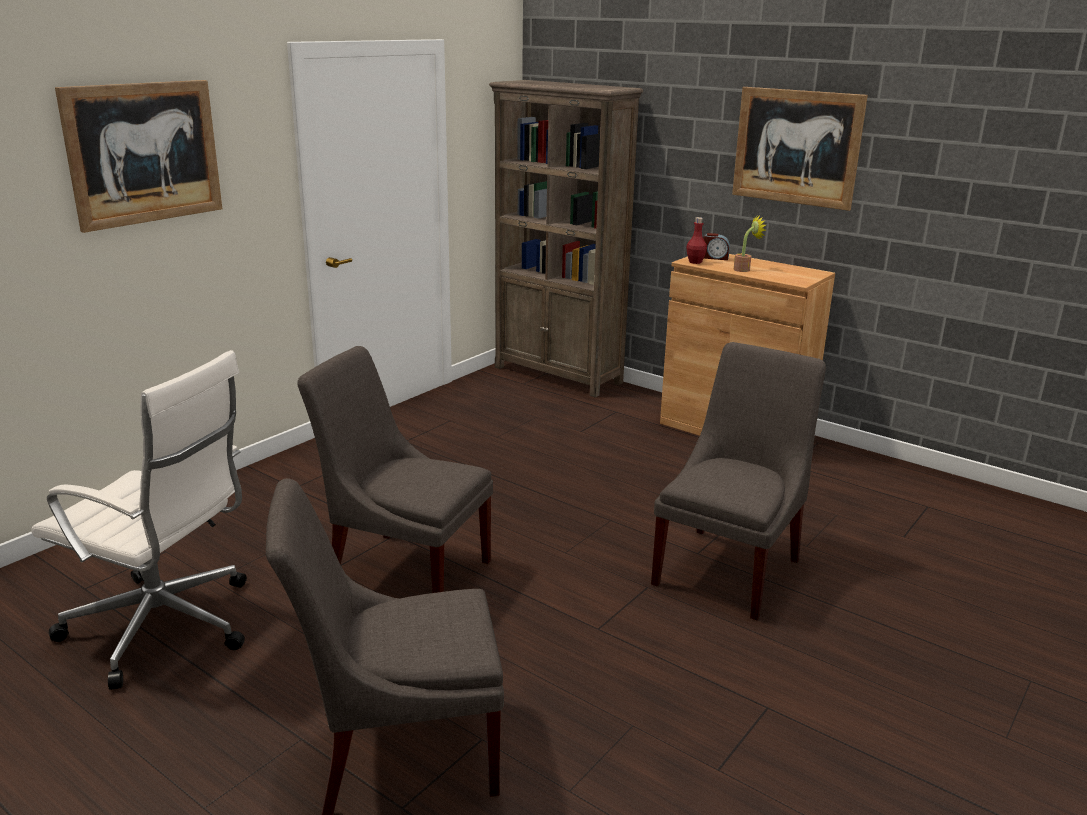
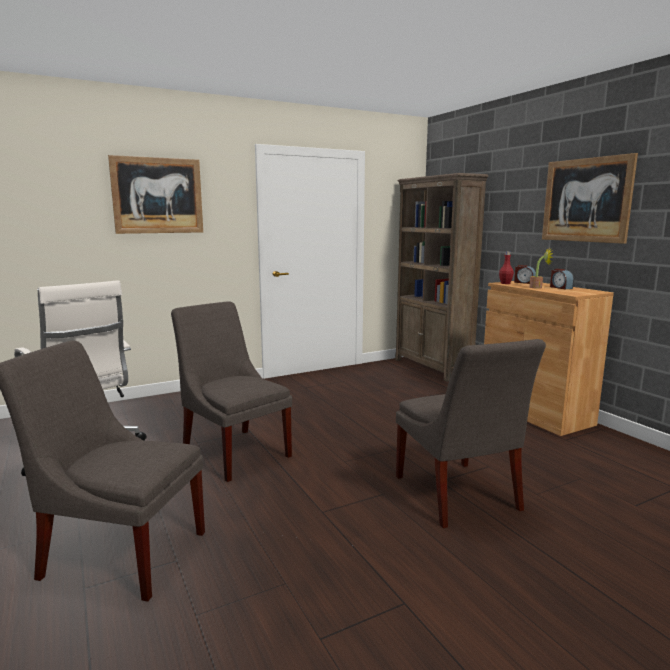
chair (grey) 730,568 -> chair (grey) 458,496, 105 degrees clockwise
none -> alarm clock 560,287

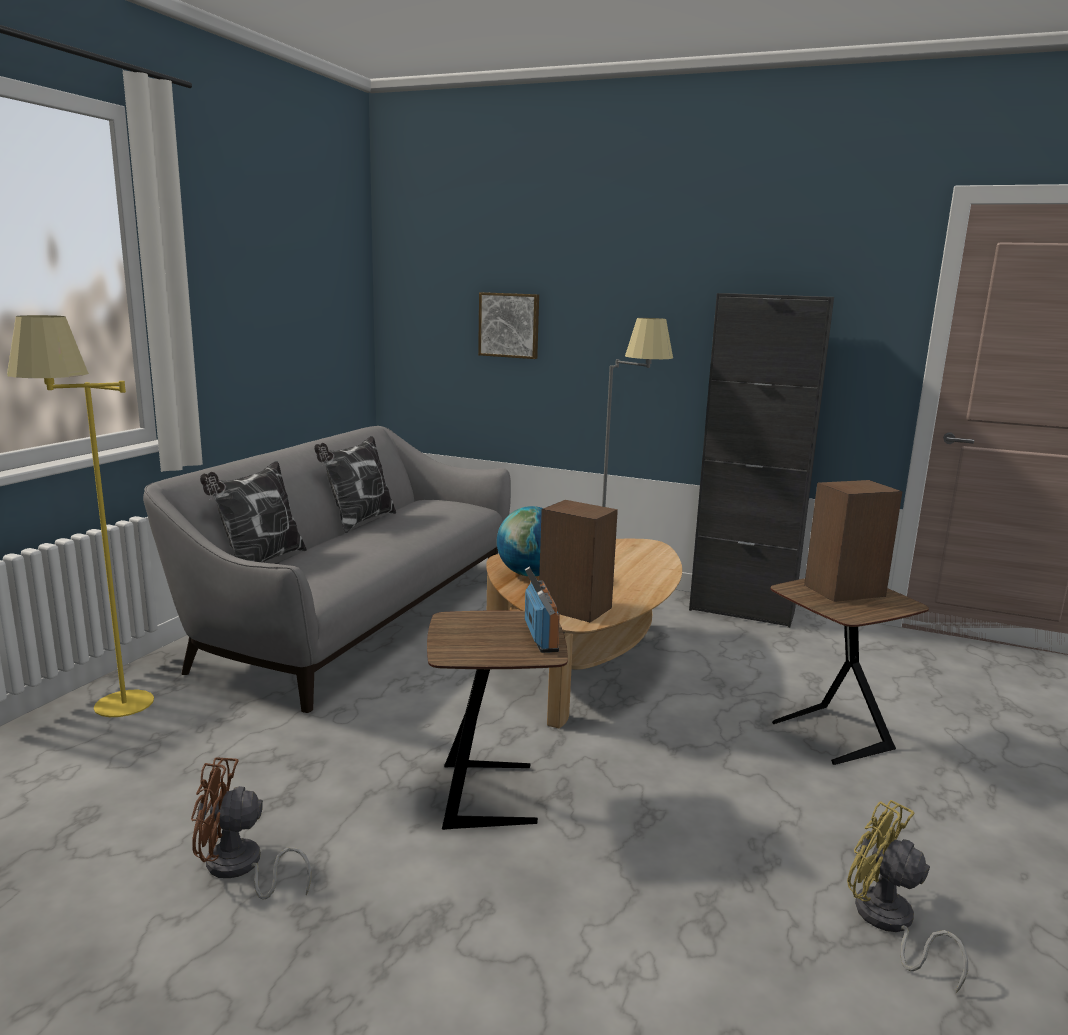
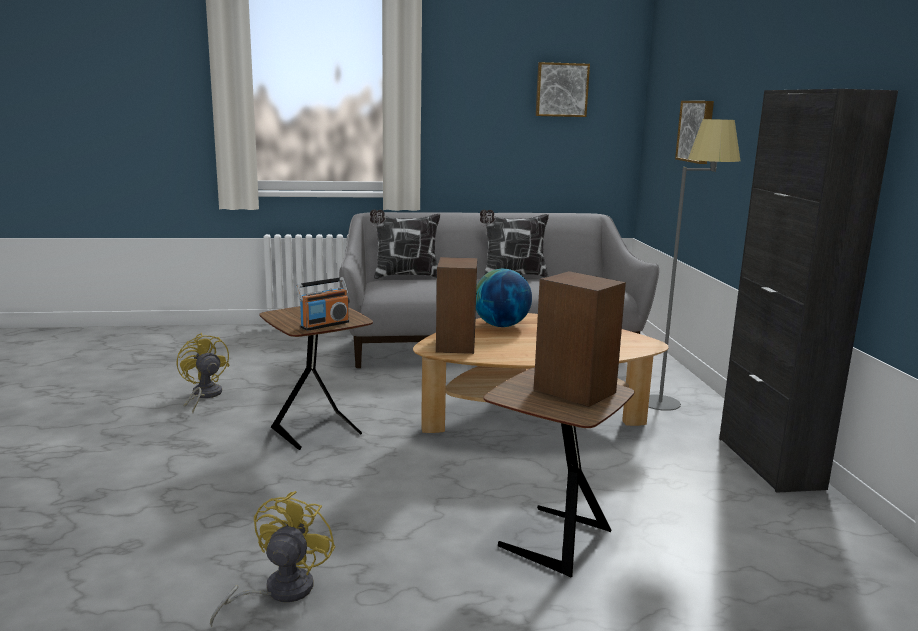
fan (brown) 239,868 -> fan (yellow) 204,396
none -> picture 561,90
floor lamp (yellow) 110,716 -> none

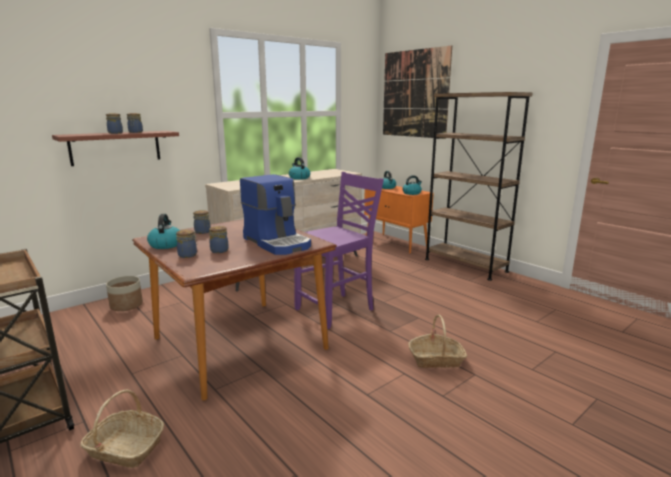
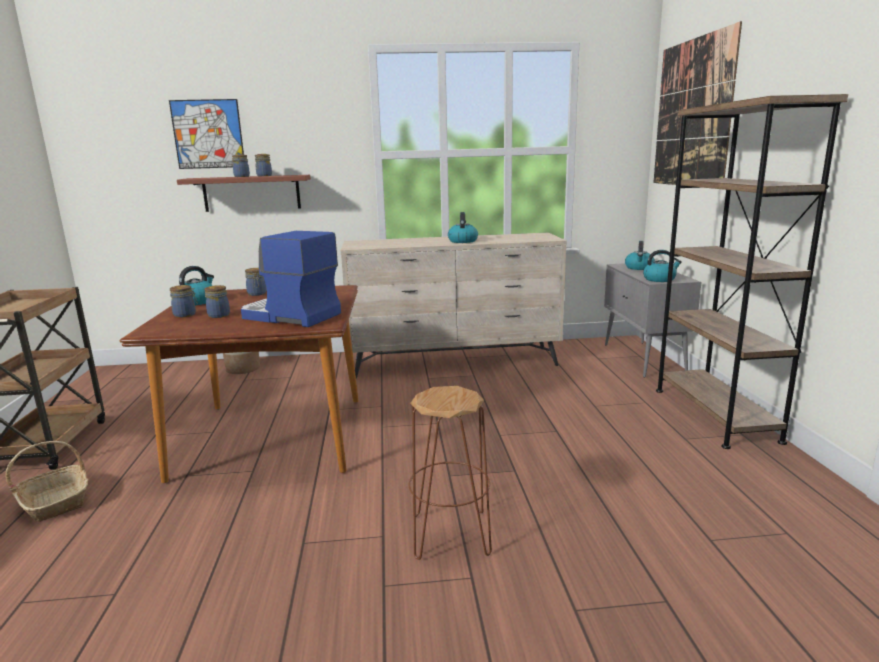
none -> picture 208,134
coffee machine 278,242 -> coffee machine 289,316, 120 degrees clockwise
basket 436,359 -> stool (brown) 450,535
cabinet (orange) 396,243 -> cabinet (grey) 643,359
chair (purple) 336,310 -> none

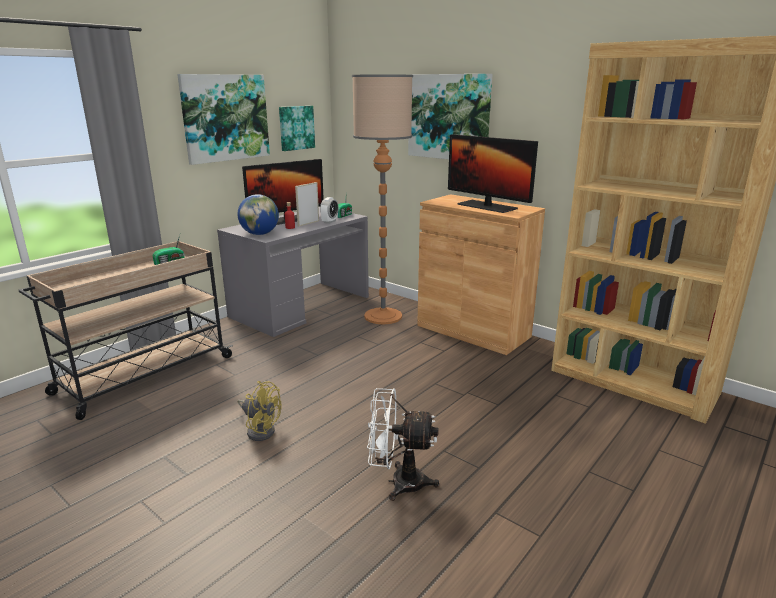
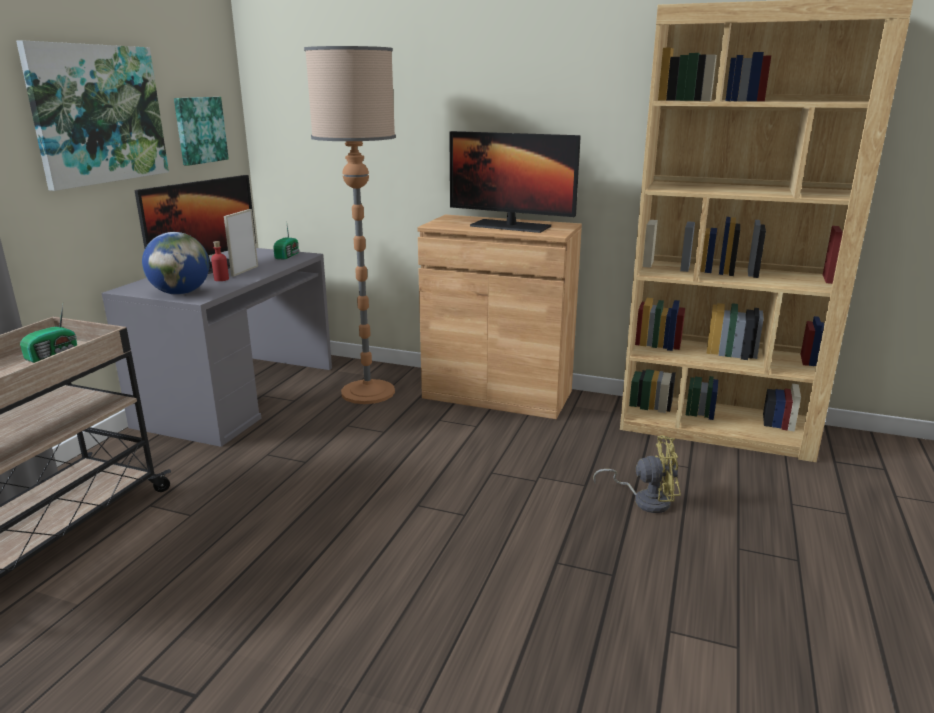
fan (yellow) 260,429 -> fan (yellow) 645,500, relocated
alarm clock 329,221 -> none
fan (white) 398,482 -> none
picture 449,117 -> none

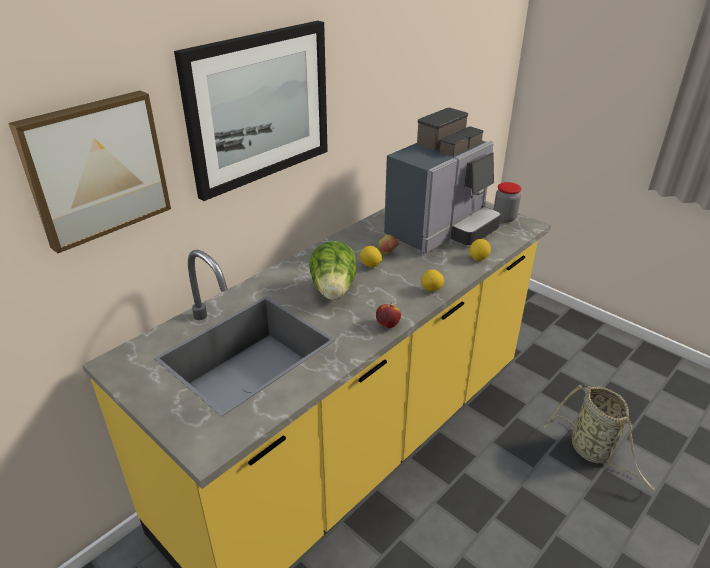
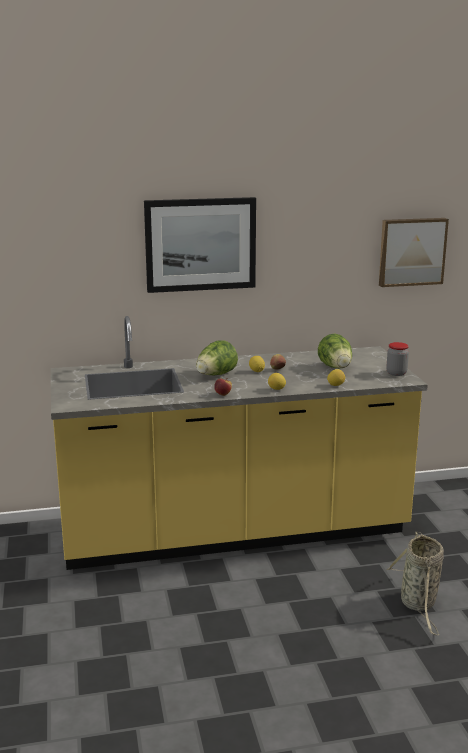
coffee machine 442,230 -> lettuce 336,368
picture 95,168 -> picture 411,251, relocated

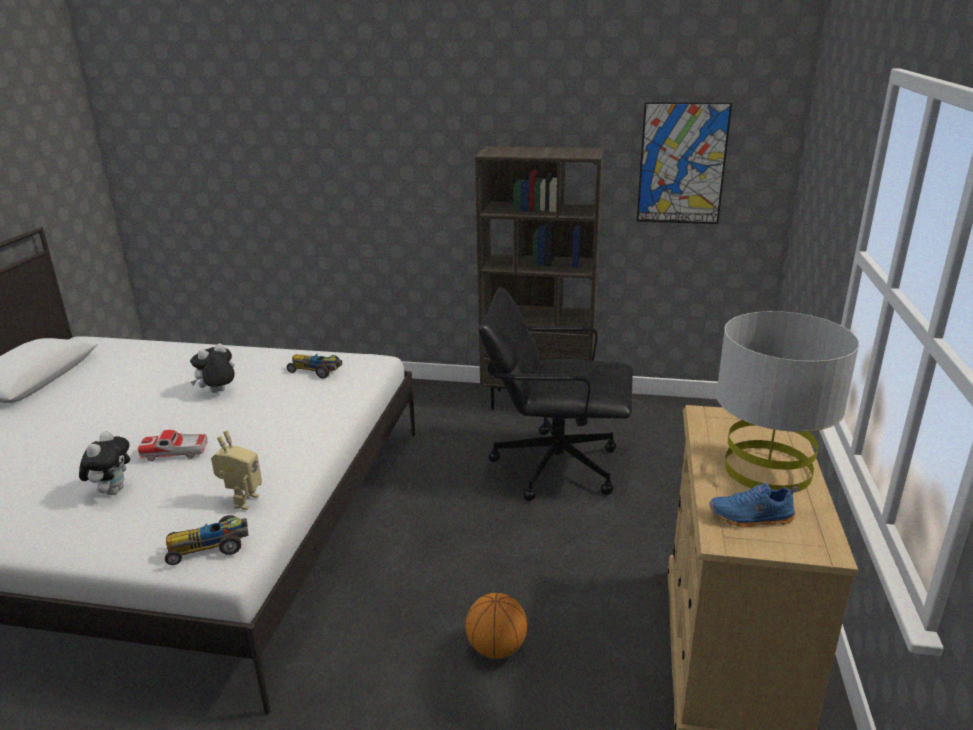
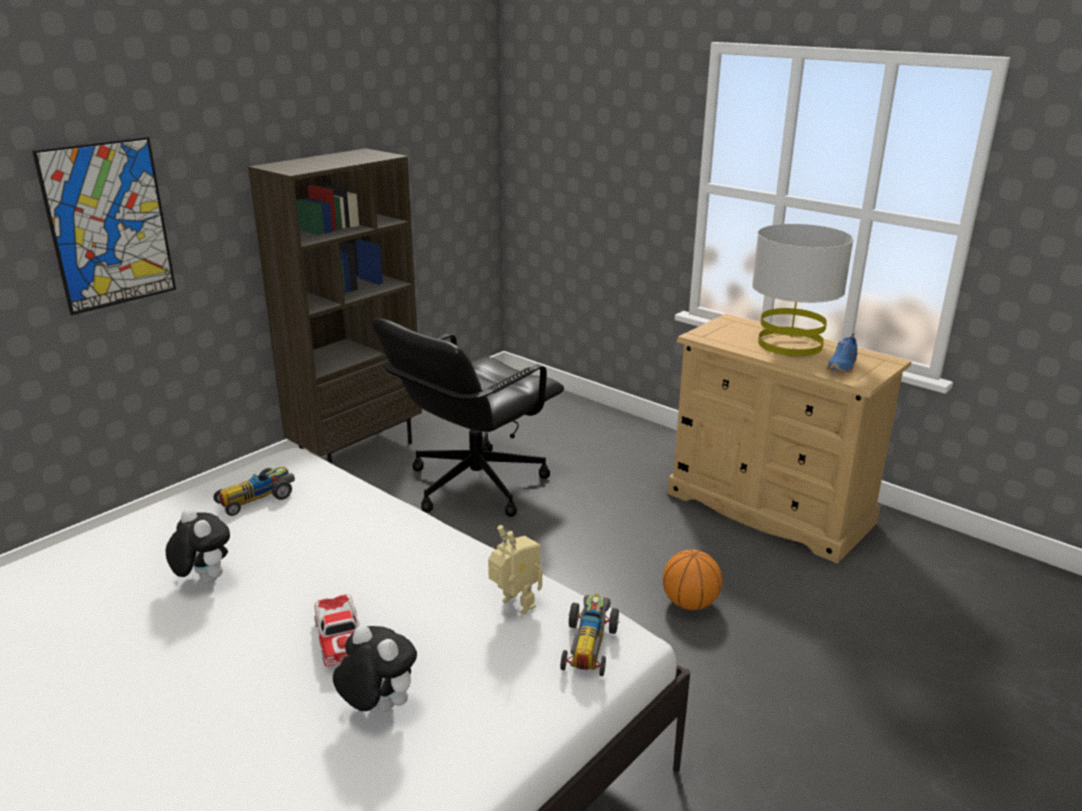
picture 682,164 -> picture 109,225, relocated
plush toy 218,392 -> plush toy 203,580, 150 degrees clockwise
toy car 175,452 -> toy car 340,638, 45 degrees counterclockwise

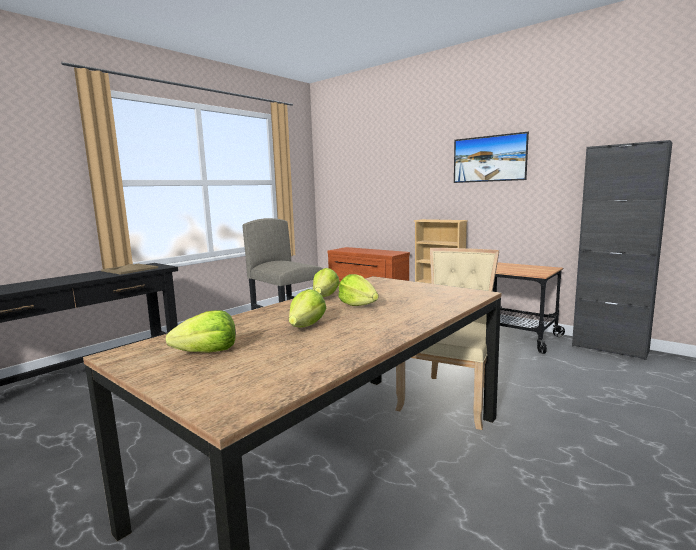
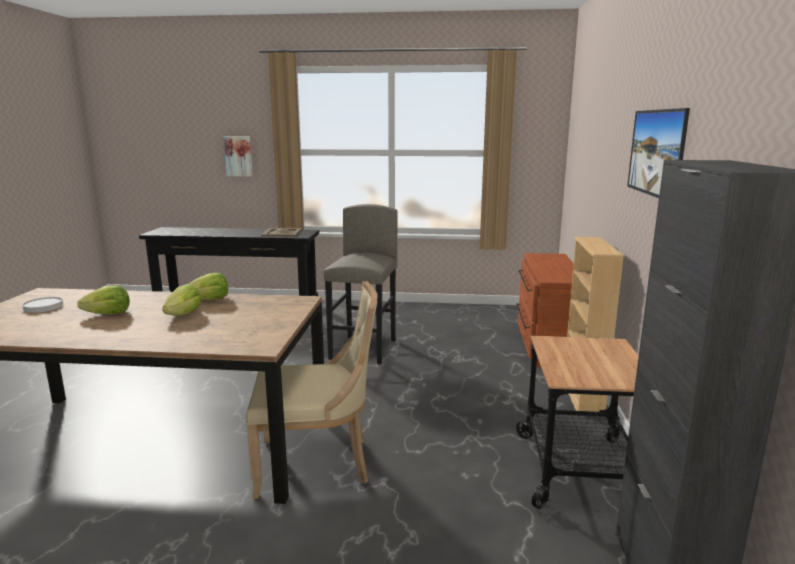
lettuce 208,352 -> plate (white) 43,307
none -> picture 239,156

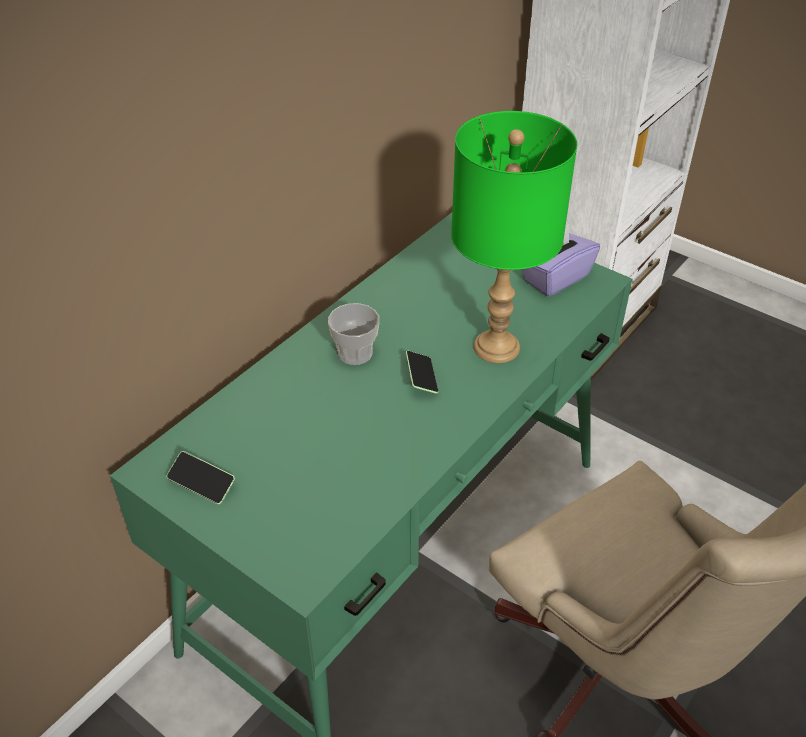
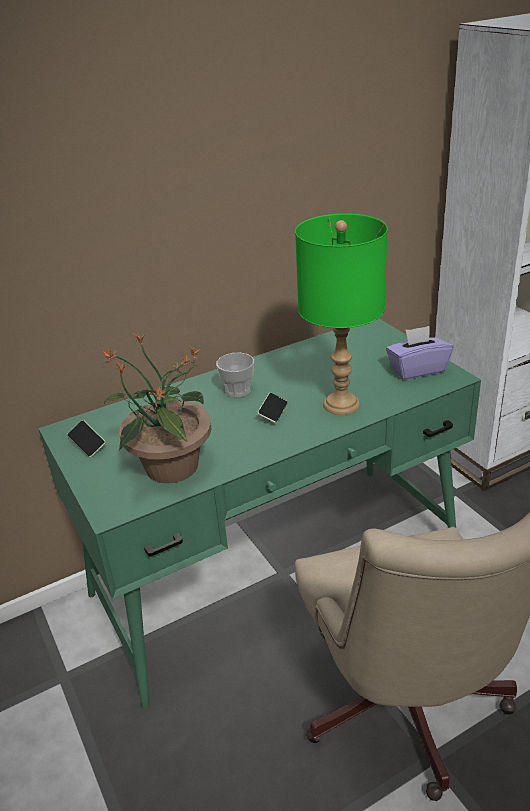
none -> potted plant 170,467

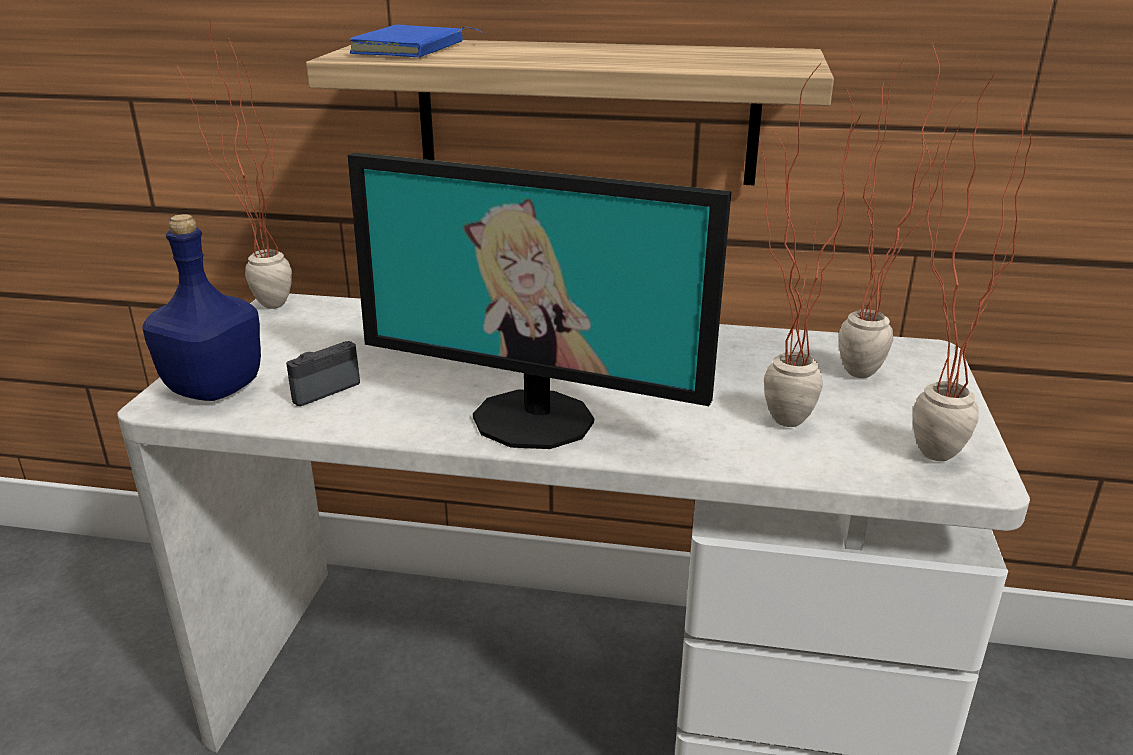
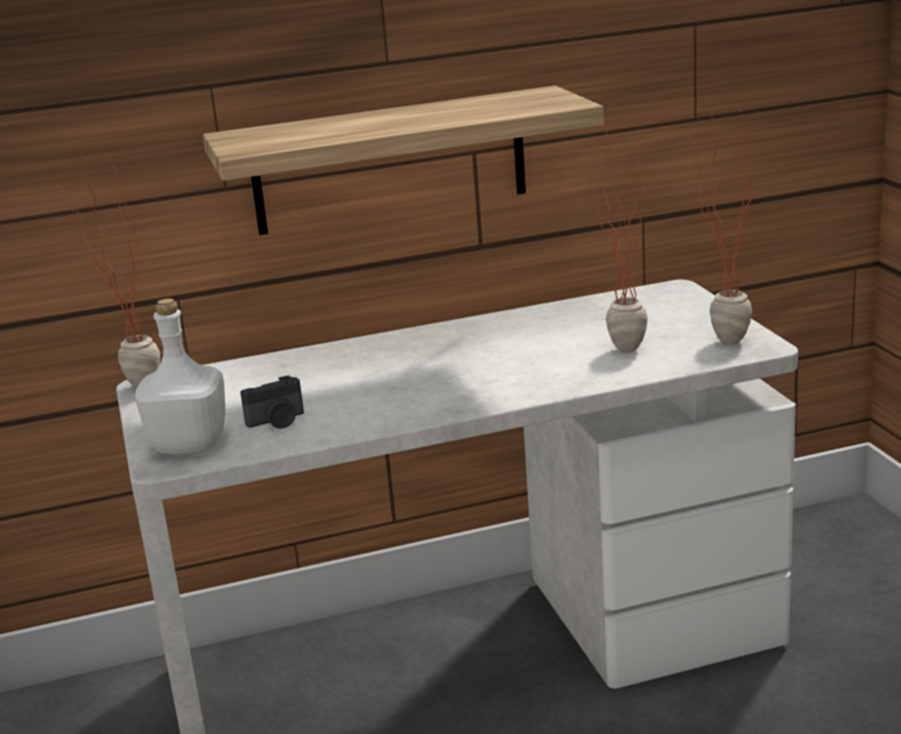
bottle (blue) 213,389 -> bottle (white) 189,445
photo camera 321,388 -> photo camera 277,422, 135 degrees counterclockwise
monitor 535,418 -> none
book (blue) 412,50 -> none
potted plant 876,375 -> none

